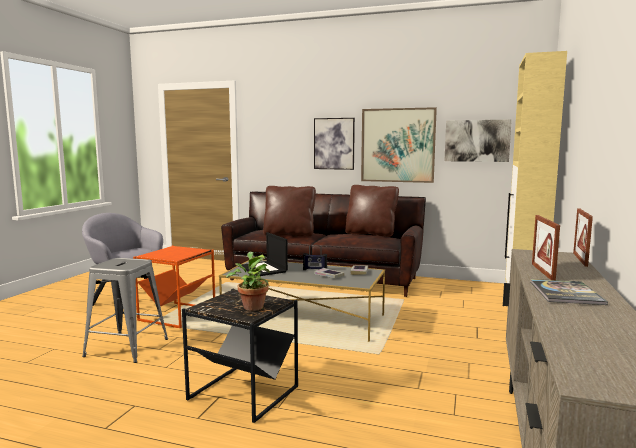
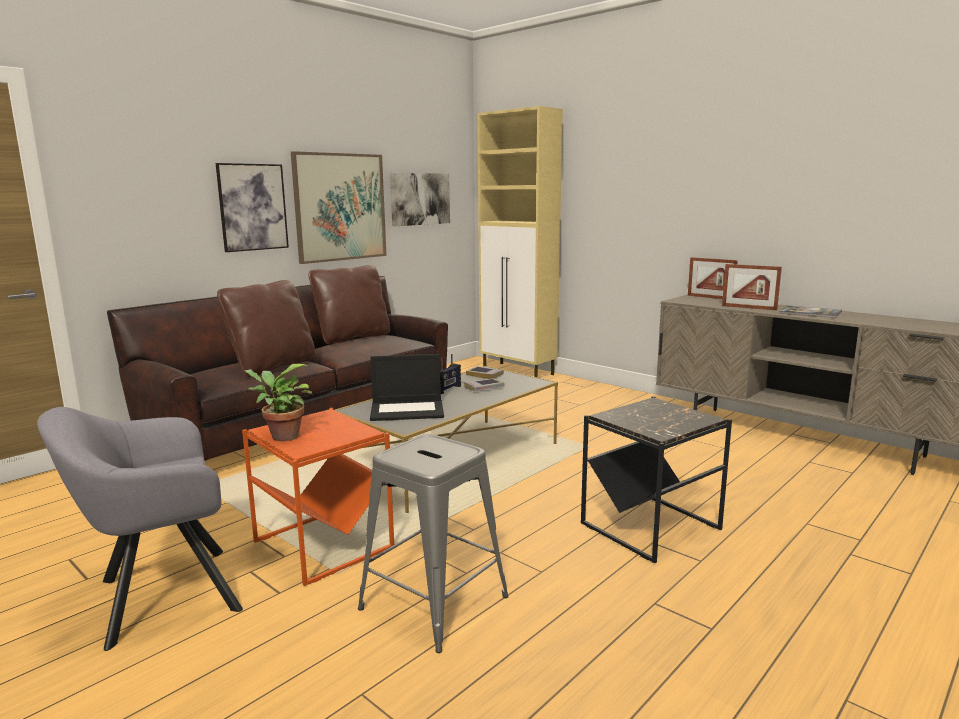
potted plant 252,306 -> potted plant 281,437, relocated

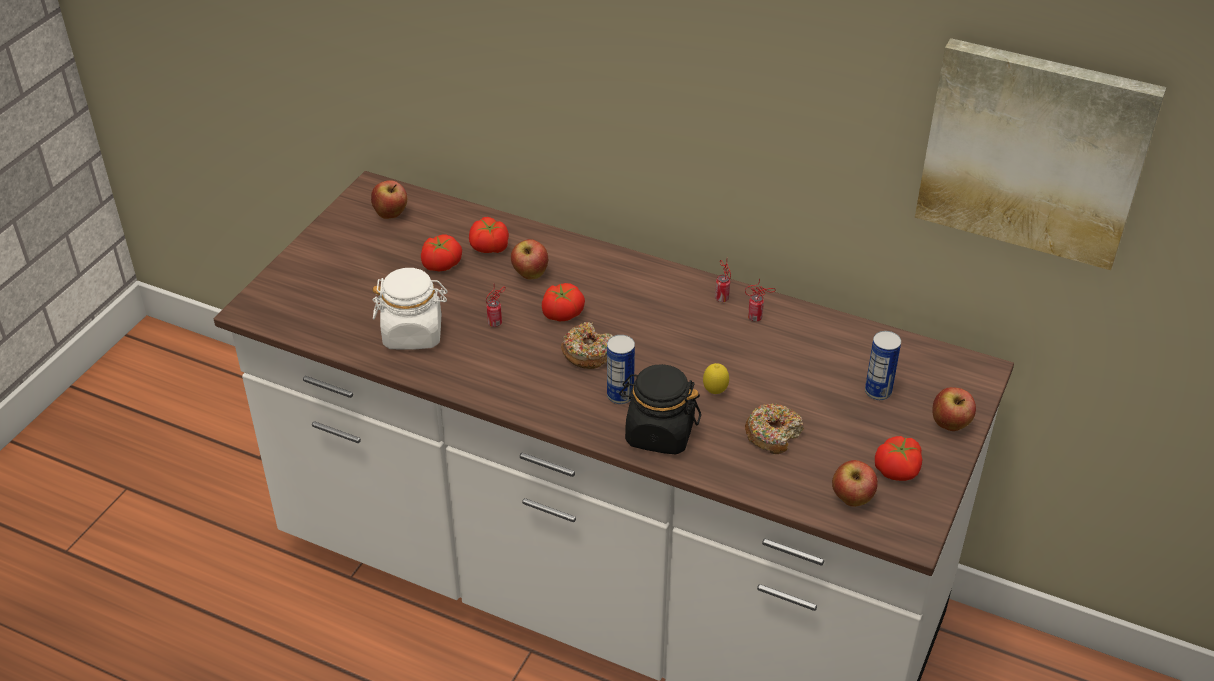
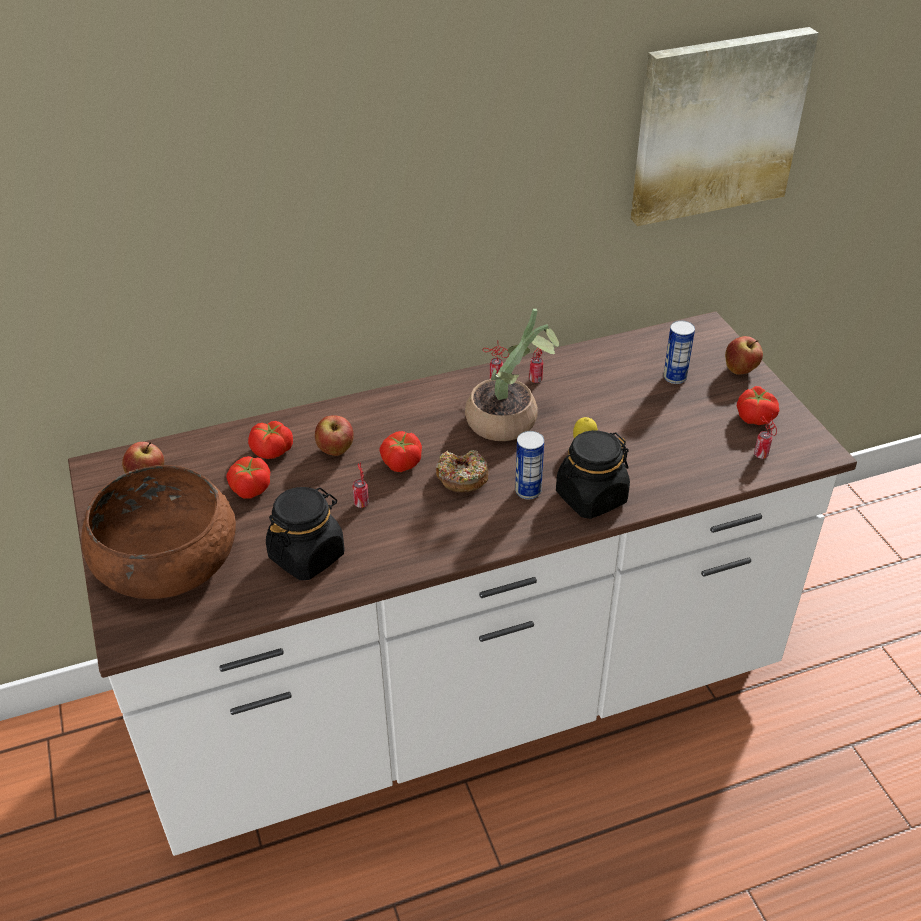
none -> bowl (brown) 166,558
jar (white) 413,333 -> jar (black) 307,555
none -> potted plant 510,420
apple 852,500 -> can 760,453
donut 773,434 -> none

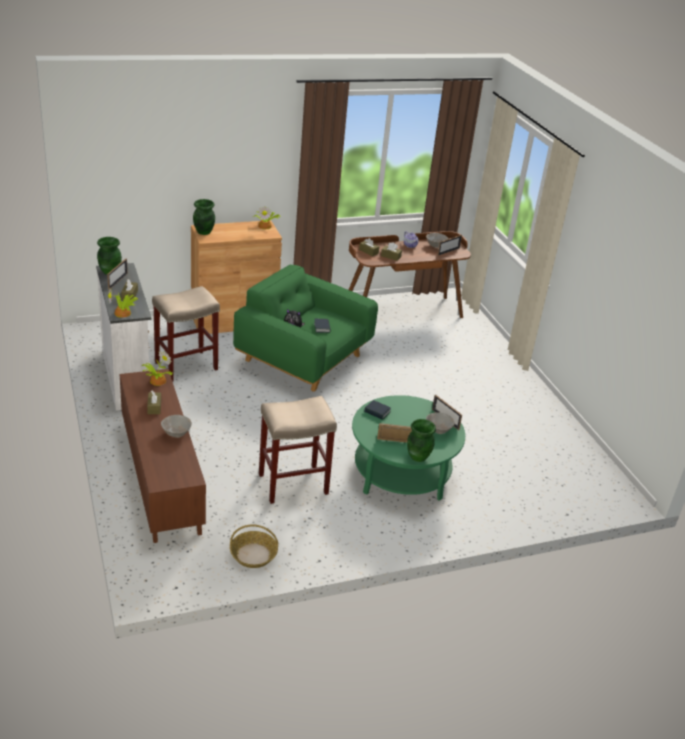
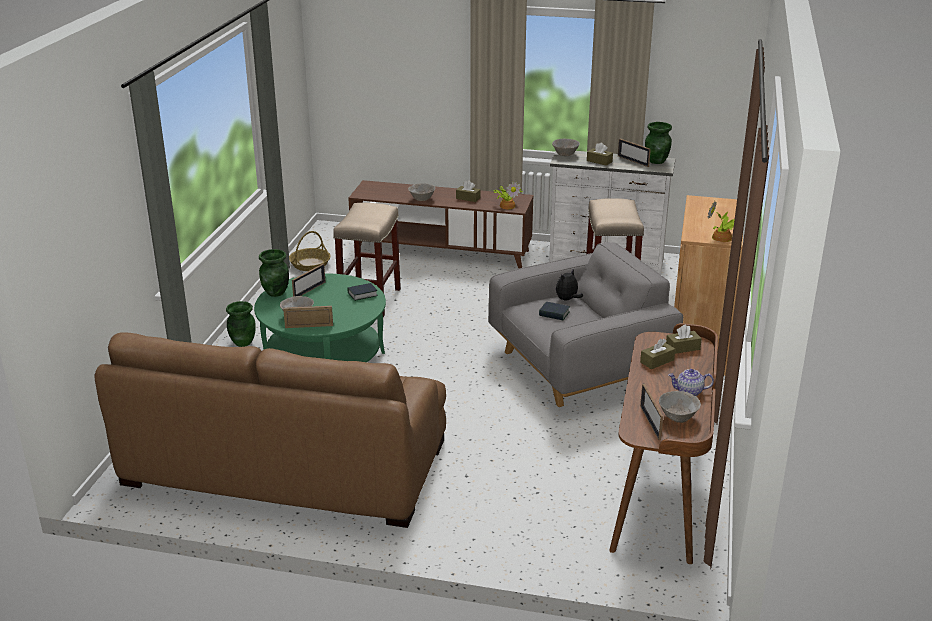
none -> sofa (brown) 286,462
vase (green) 203,232 -> vase (green) 242,342, relocated
armchair (green) 303,358 -> armchair (grey) 579,366
potted plant 123,313 -> bowl (grey) 565,154

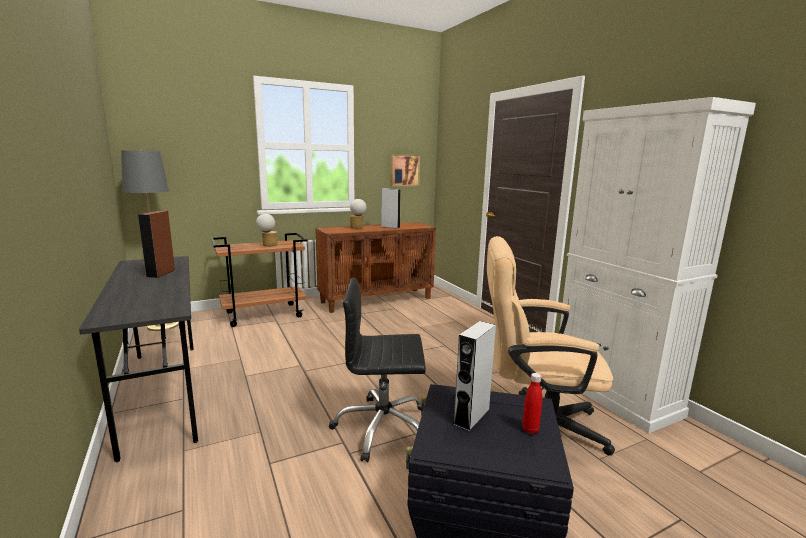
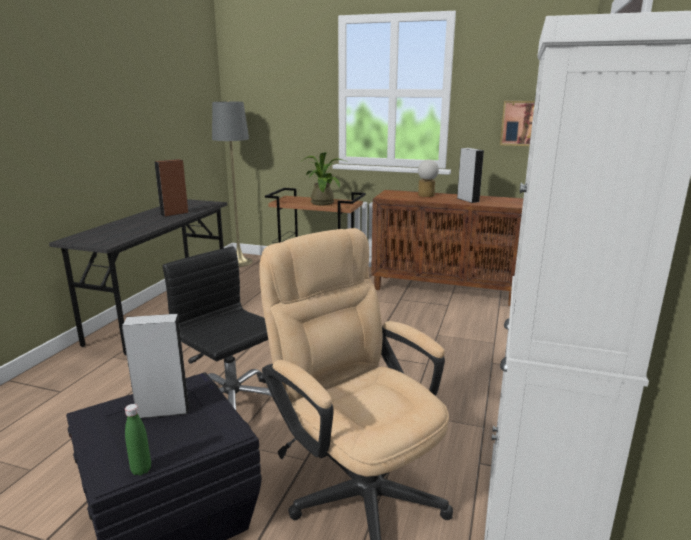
none -> bottle (green) 141,470
table lamp 267,245 -> potted plant 322,202
bottle (red) 530,430 -> none

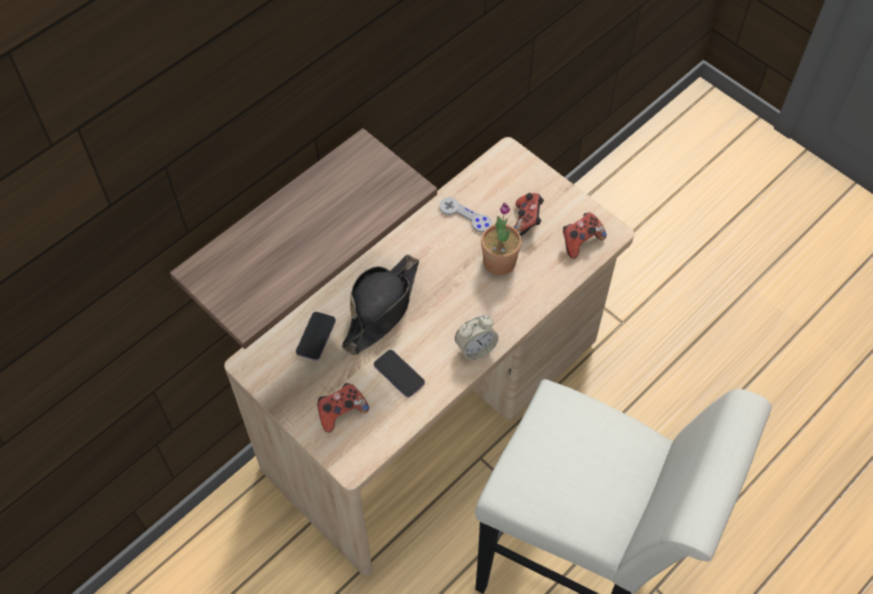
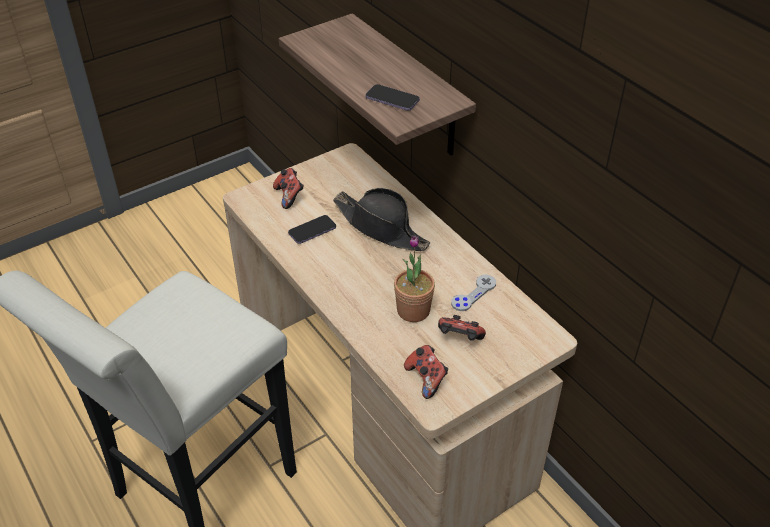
phone 316,337 -> phone 392,99, relocated
alarm clock 475,348 -> none

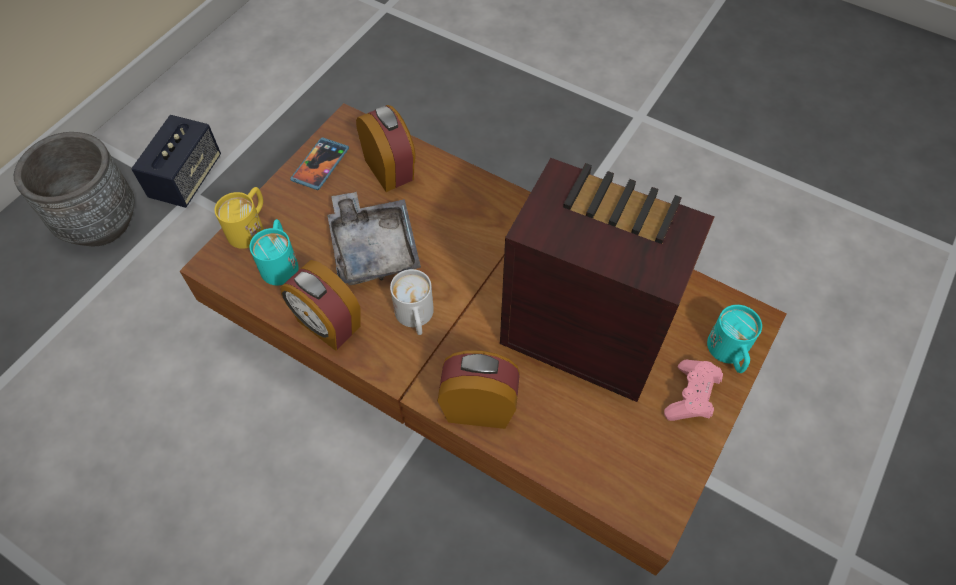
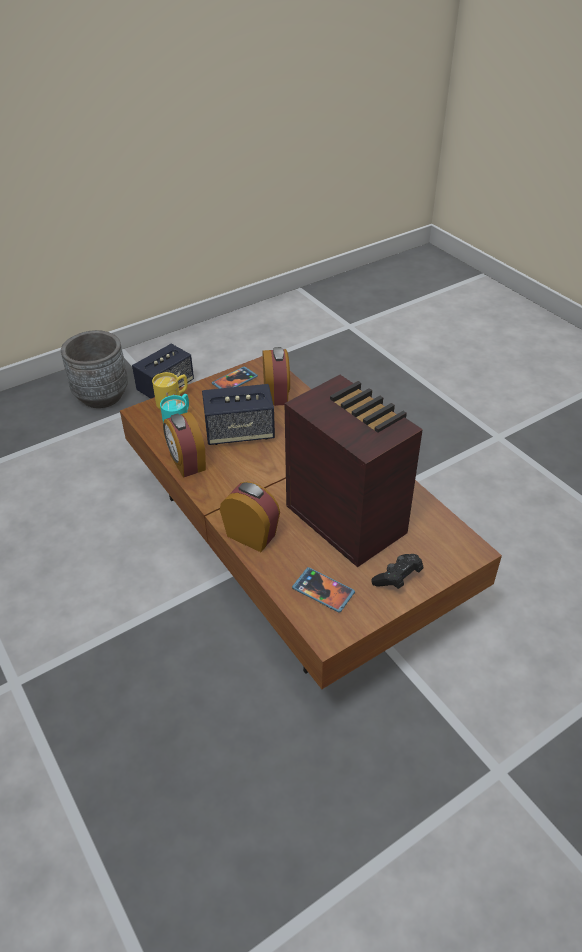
tray (grey) 373,248 -> speaker 239,432
none -> phone 323,591
game controller (pink) 690,397 -> game controller (black) 397,578
mug (white) 415,318 -> none
mug (turquoise) 729,354 -> none

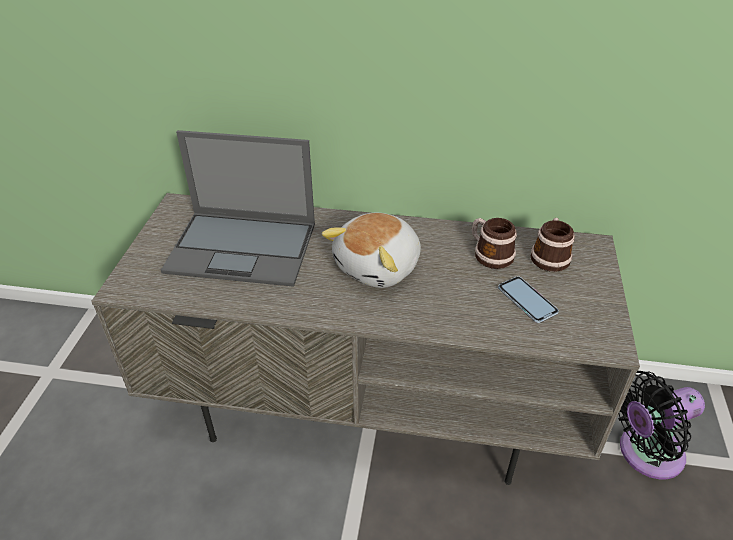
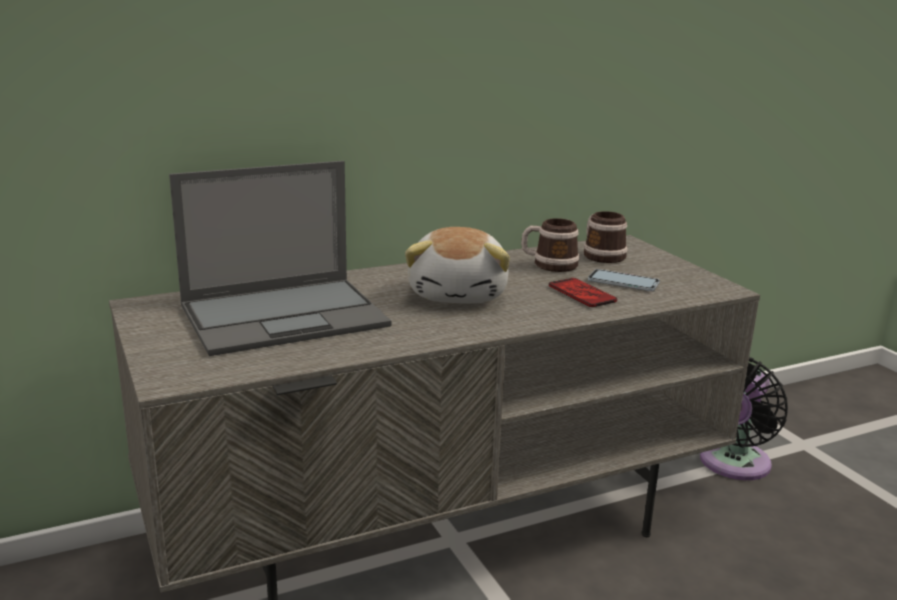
none -> phone 582,294

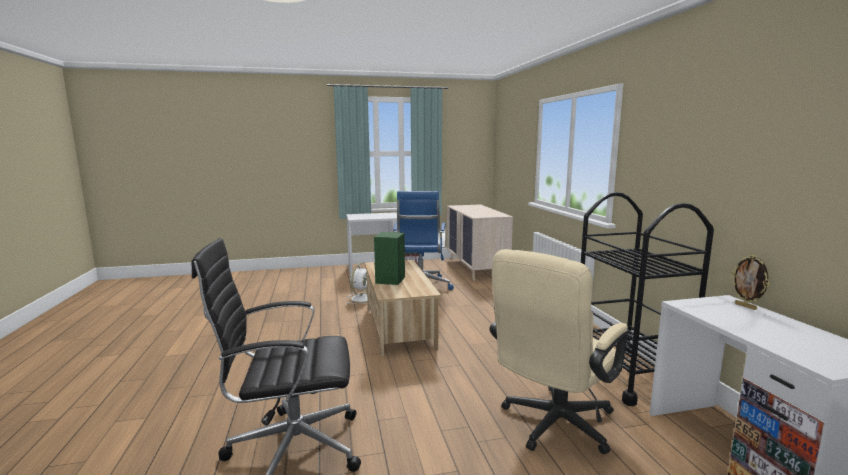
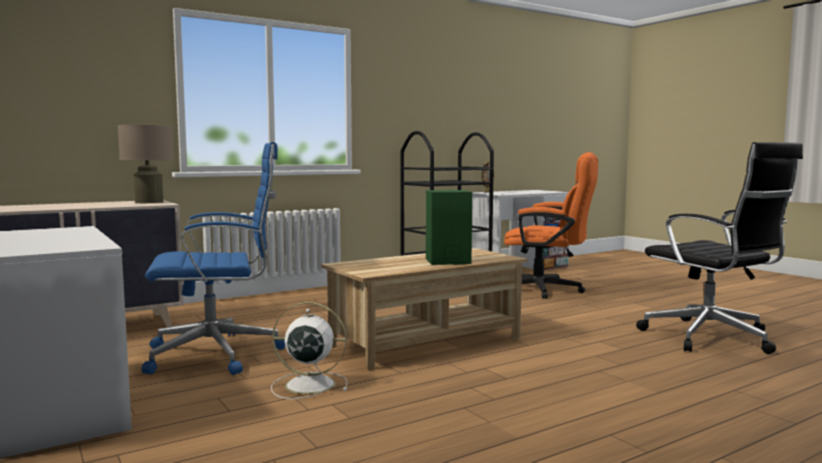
none -> table lamp (beige) 149,202
office chair (beige) 552,426 -> office chair (orange) 548,290

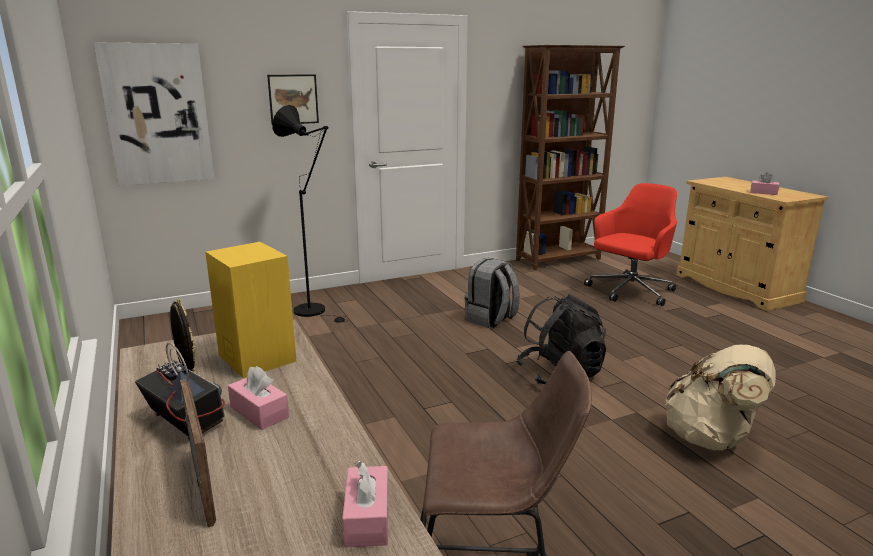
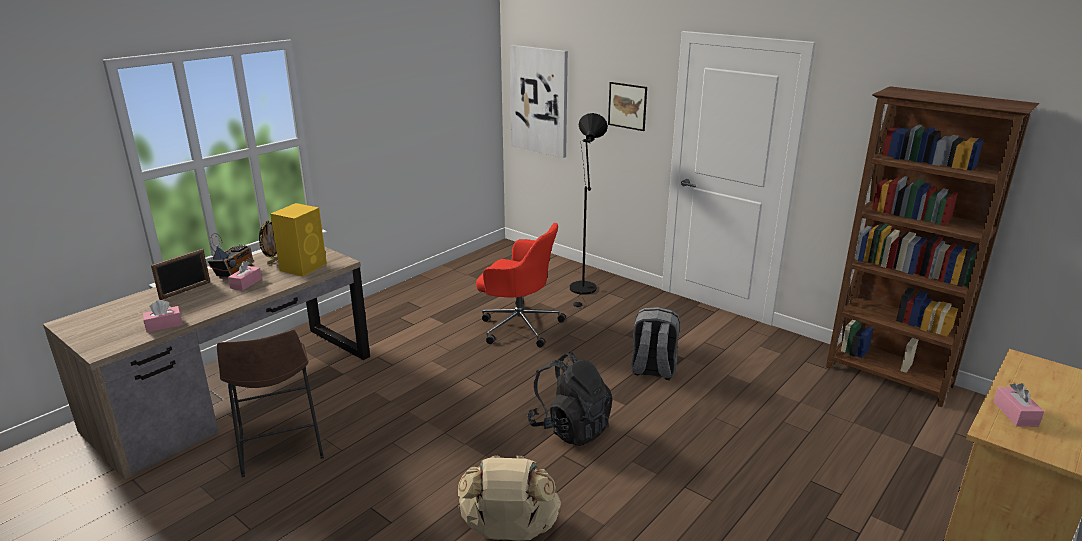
office chair (red) 629,291 -> office chair (red) 518,326, relocated

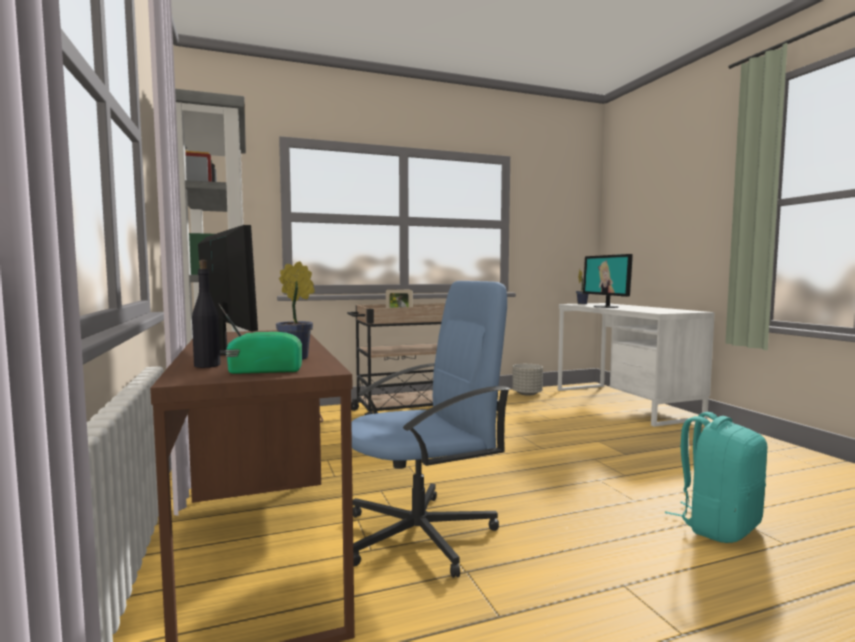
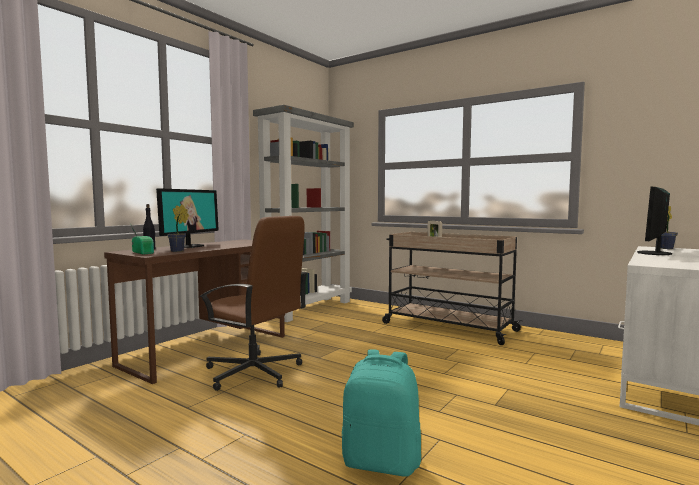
office chair (blue) 422,534 -> office chair (brown) 254,372
planter (grey) 527,394 -> none

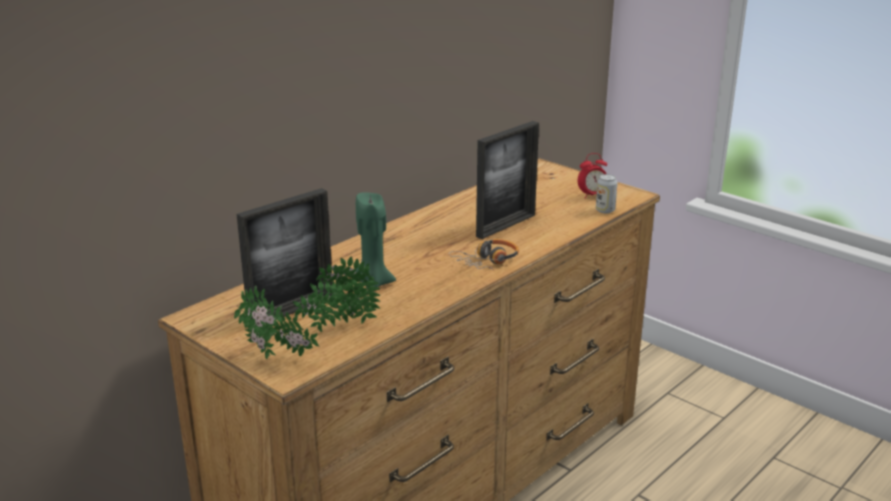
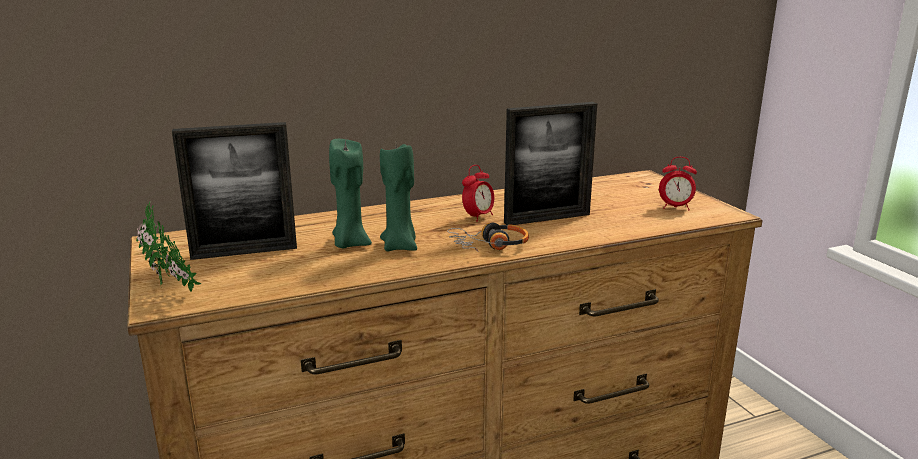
none -> candle (green) 400,246
none -> alarm clock 478,217
potted plant 338,326 -> none
can 605,210 -> none

